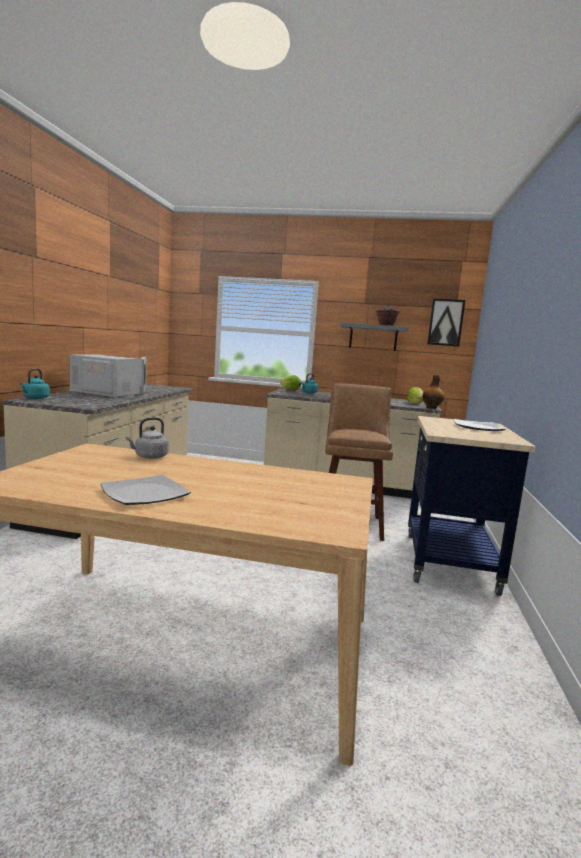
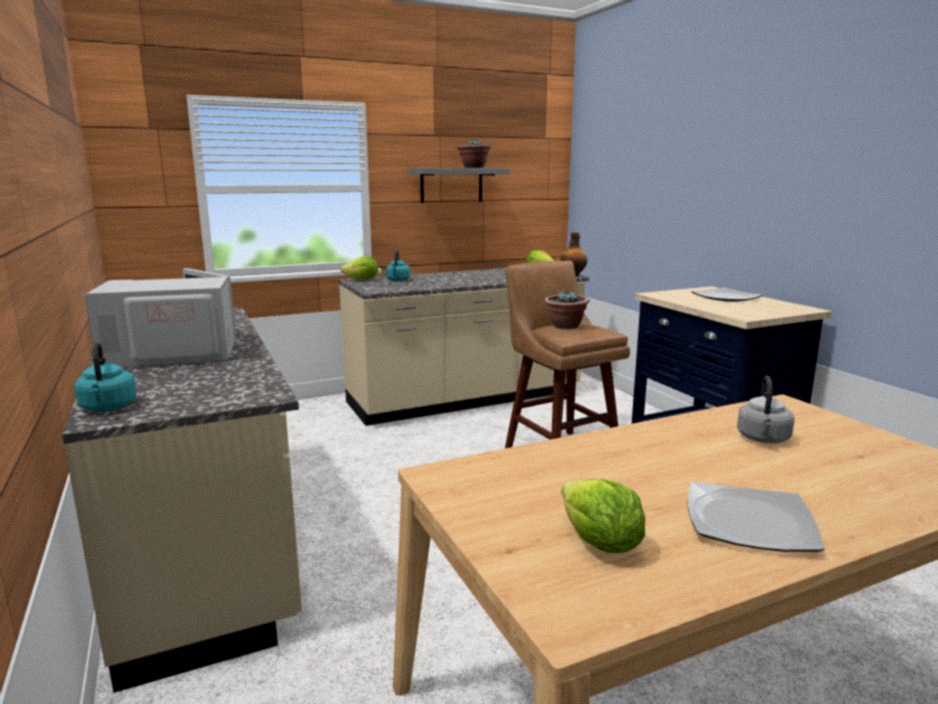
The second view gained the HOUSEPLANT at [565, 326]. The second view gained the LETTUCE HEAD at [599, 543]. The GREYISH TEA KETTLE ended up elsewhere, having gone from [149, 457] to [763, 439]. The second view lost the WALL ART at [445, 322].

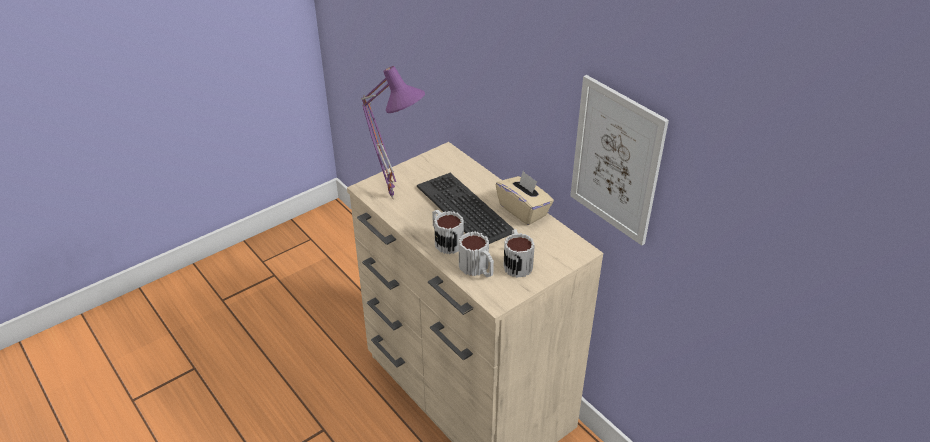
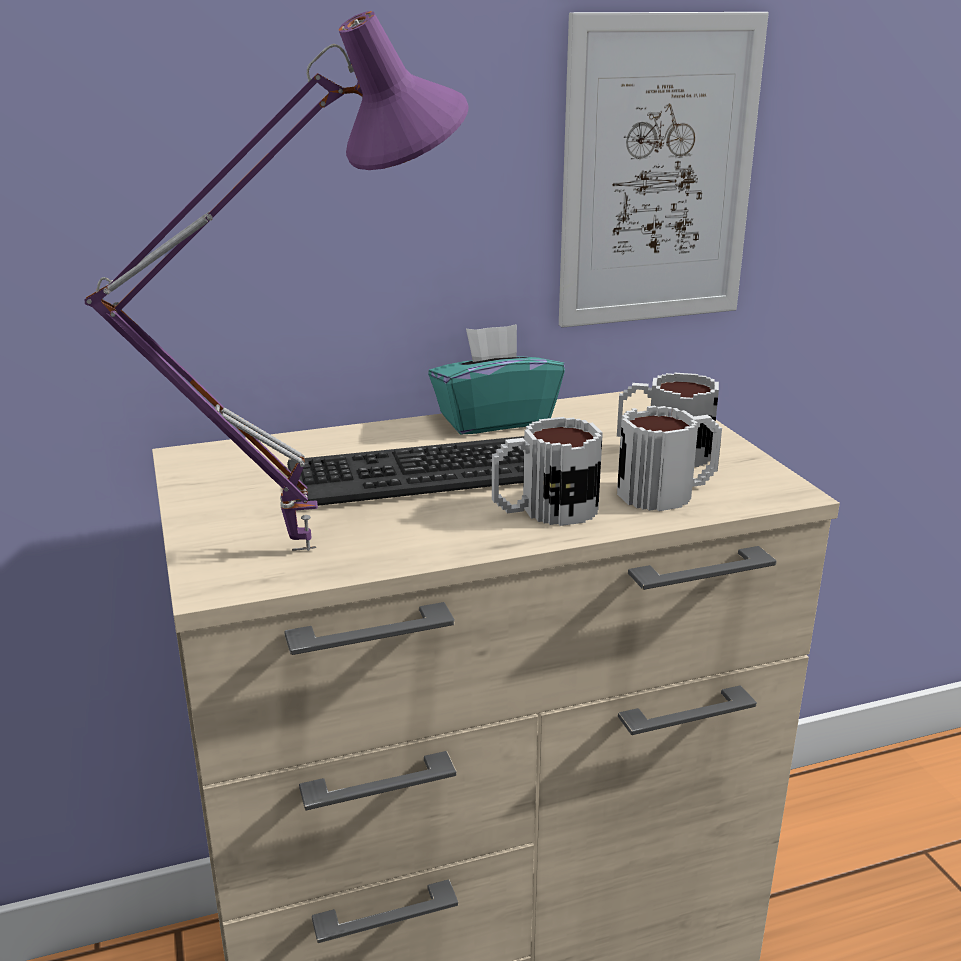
What was the BEIGE-COLOURED BOX OF TISSUES at [523, 210] turned into the BLUE-GREEN BOX OF TISSUES at [494, 420].

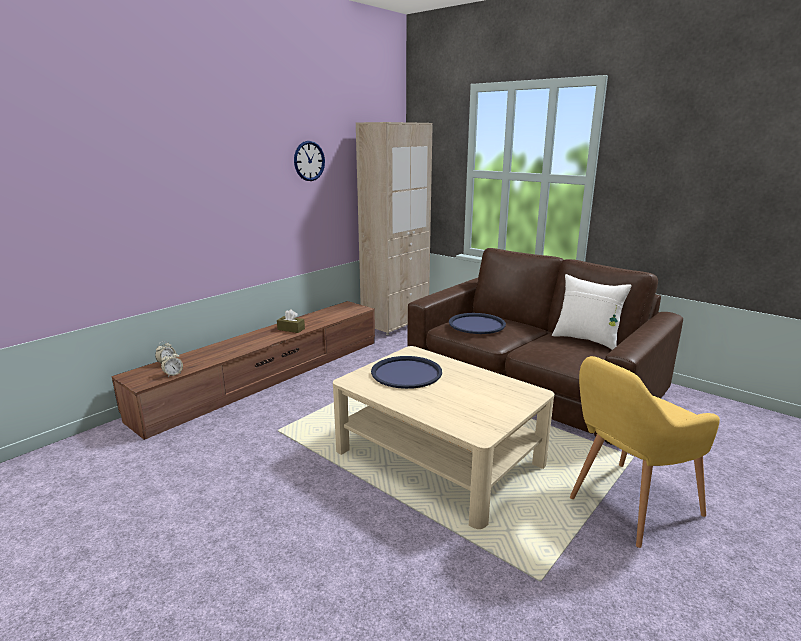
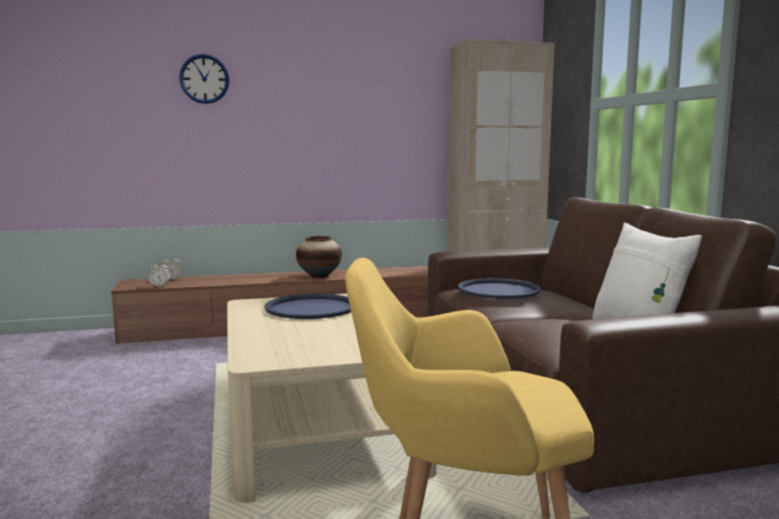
The CLOCK ON THE WALL ended up elsewhere, having gone from [309, 161] to [204, 79]. Where the BROWN-COLOURED BOX OF TISSUES stood at [291, 329], the VASE came to stand at [319, 276].

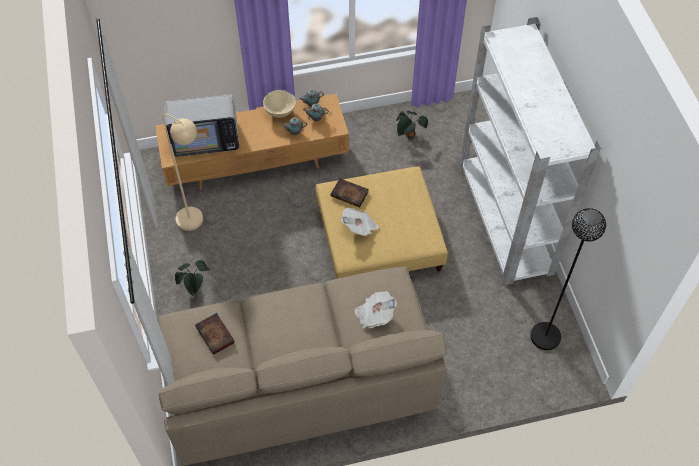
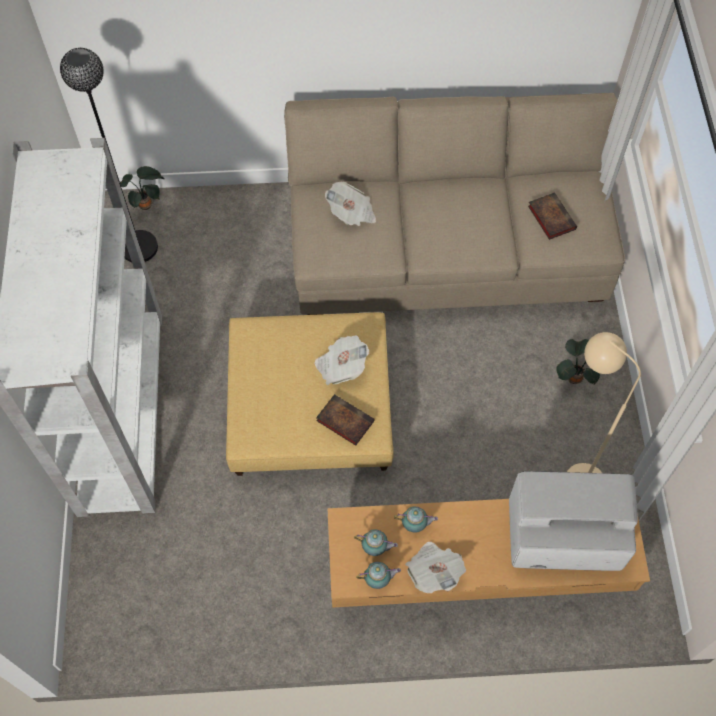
The HOUSEPLANT ended up elsewhere, having gone from [409, 136] to [146, 204]. Where the BEIGE-COLOURED BOWL stood at [280, 112], the NEWSPAPER came to stand at [434, 571].

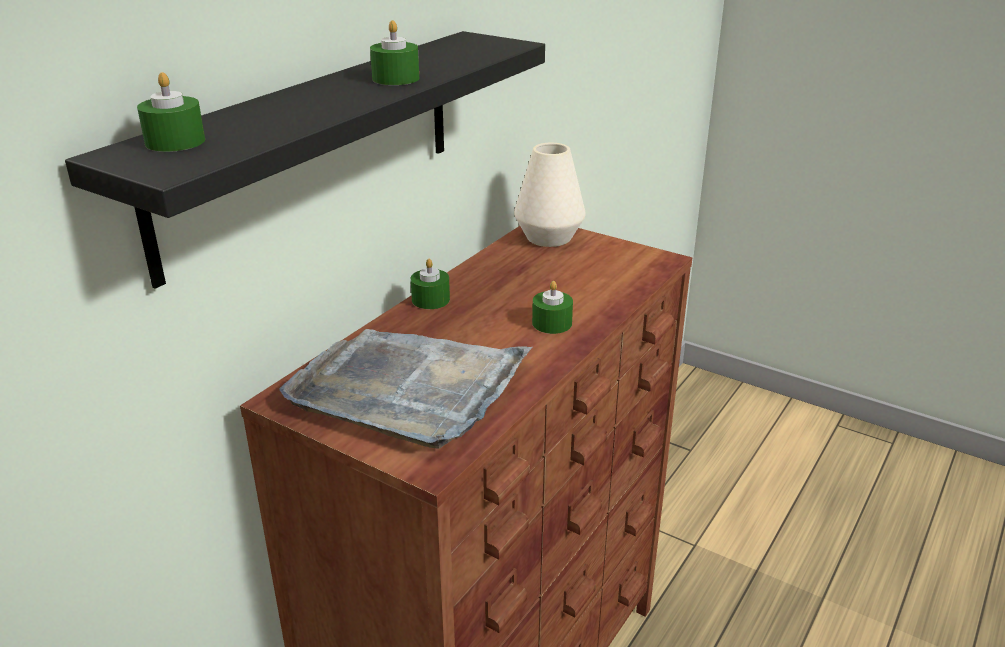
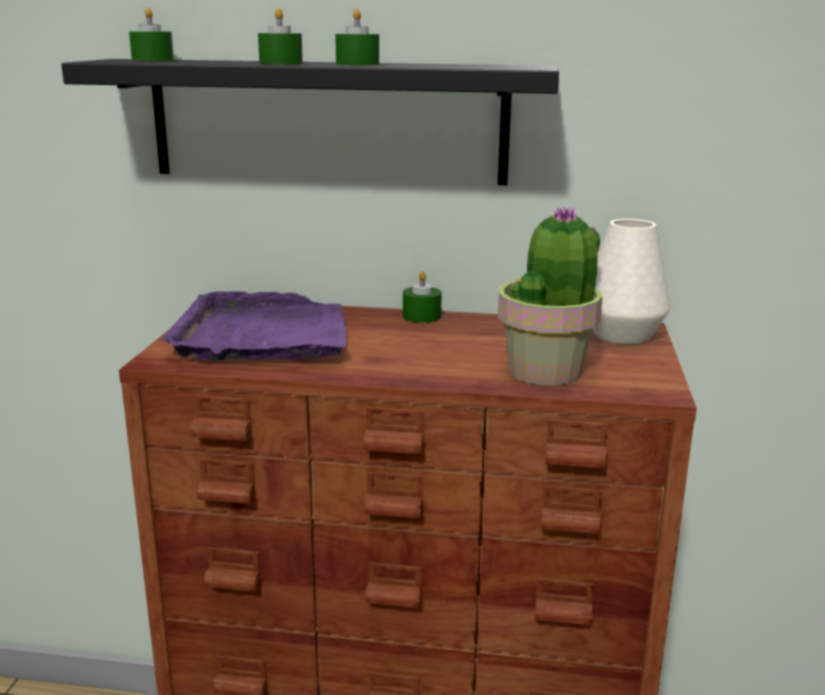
What was the GREYISH CARRYING TRAY at [409, 389] turned into the PURPLISH CARRYING TRAY at [264, 335]. The GREENISH WAX CANDLE ended up elsewhere, having gone from [552, 323] to [281, 63]. The second view gained the HOUSEPLANT at [546, 371].

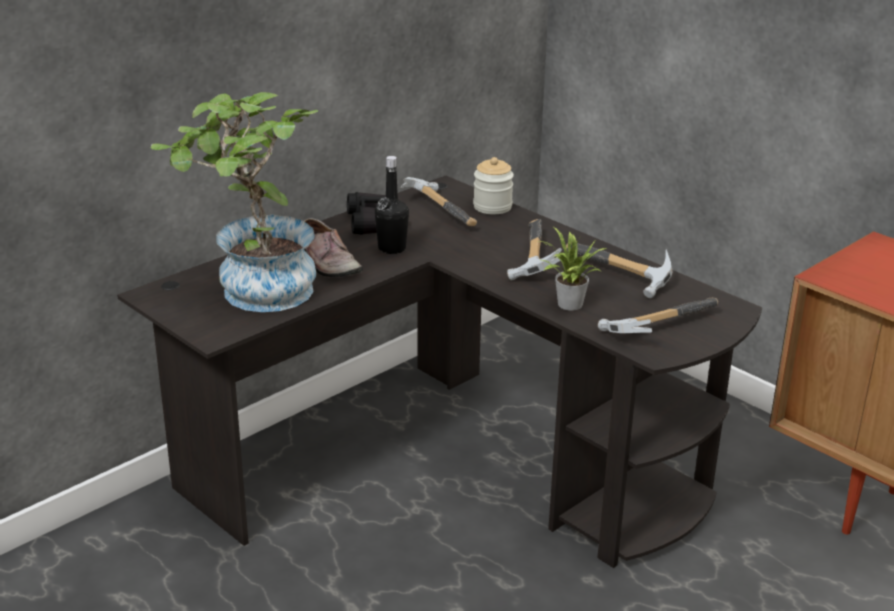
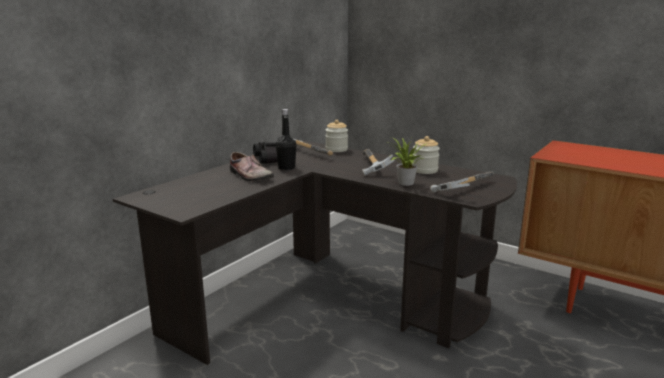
Where the TOOL HAMMER stood at [617, 276], the STORAGE JAR came to stand at [424, 170]. The second view lost the HOUSEPLANT at [254, 294].

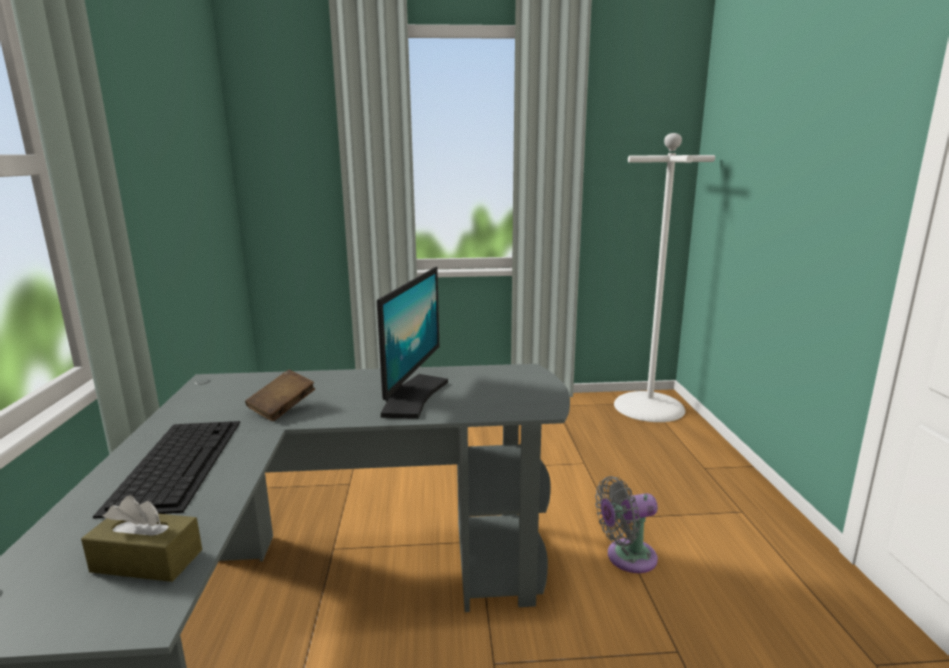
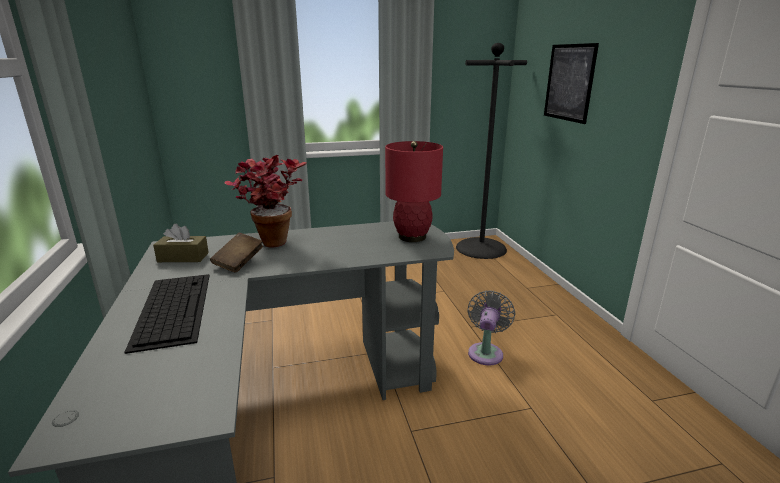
The BROWN-COLOURED BOX OF TISSUES ended up elsewhere, having gone from [147, 561] to [183, 257]. The second view gained the HOUSEPLANT at [271, 240]. The second view gained the RED-COLOURED LAMP FOR A TABLE at [412, 237]. What was the WHITISH GARMENT RACK at [649, 407] turned into the BLACK-COLOURED GARMENT RACK at [481, 248]. The GREYISH ELECTRIC FAN at [626, 557] ended up facing another way, 135 degrees clockwise from before. The second view gained the WALL ART at [569, 82]. The second view lost the COMPUTER SCREEN at [412, 397].

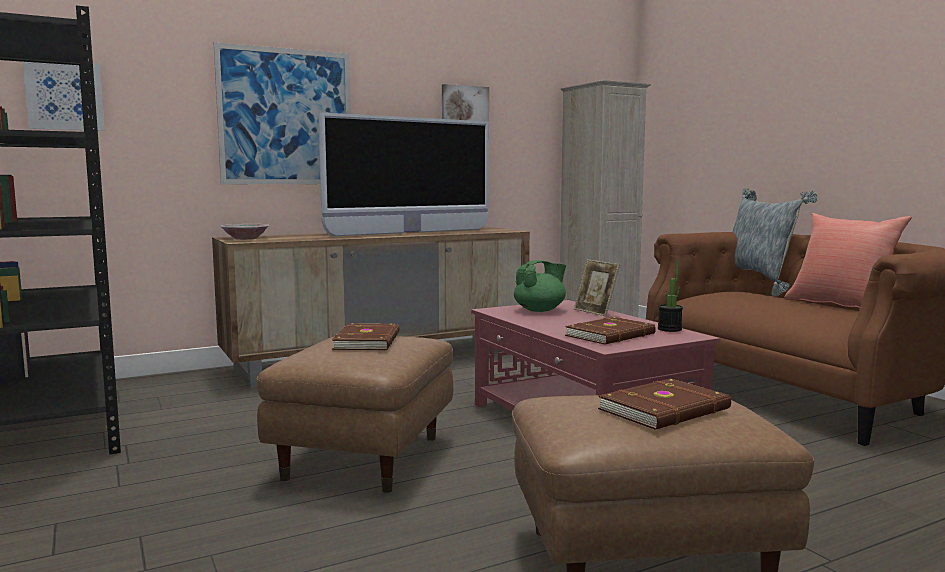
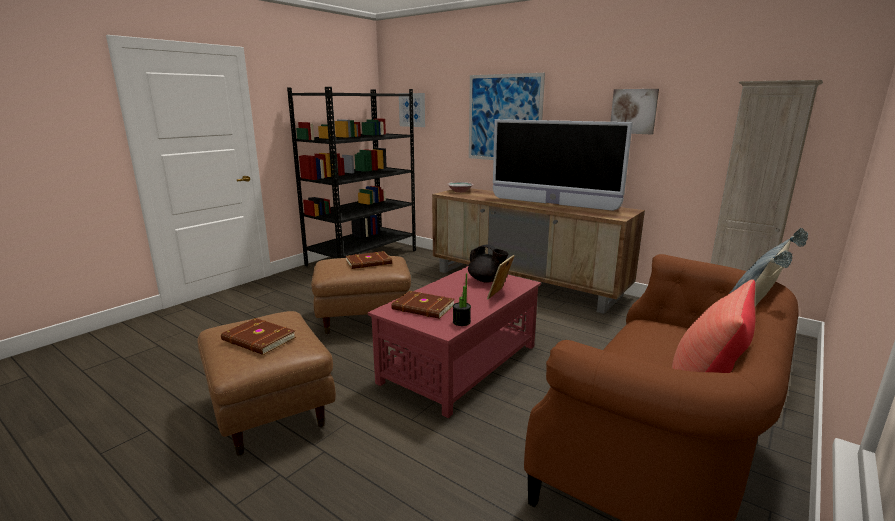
What was the GREENISH TEA POT at [540, 310] turned into the BLACK-COLOURED TEA POT at [486, 280].

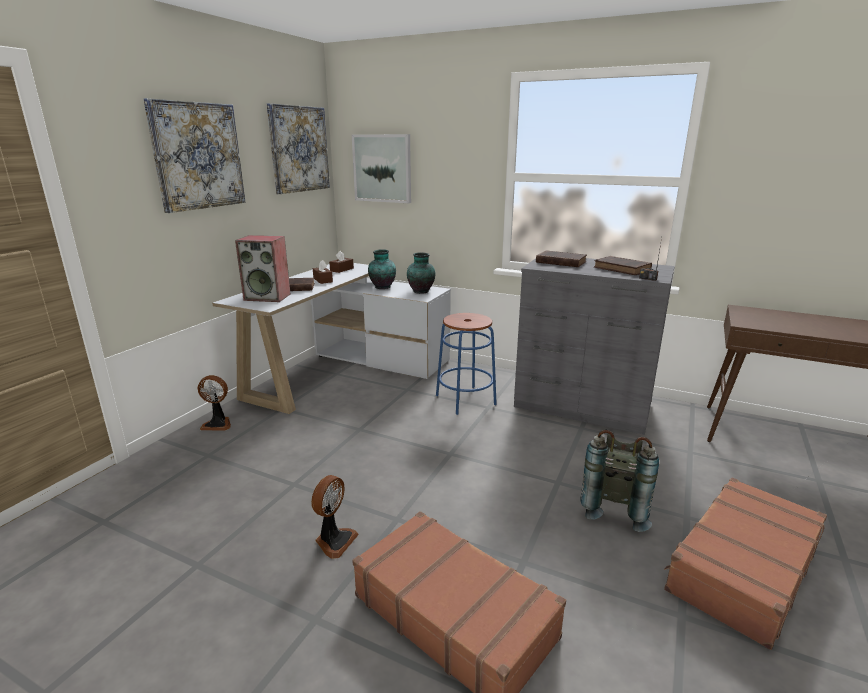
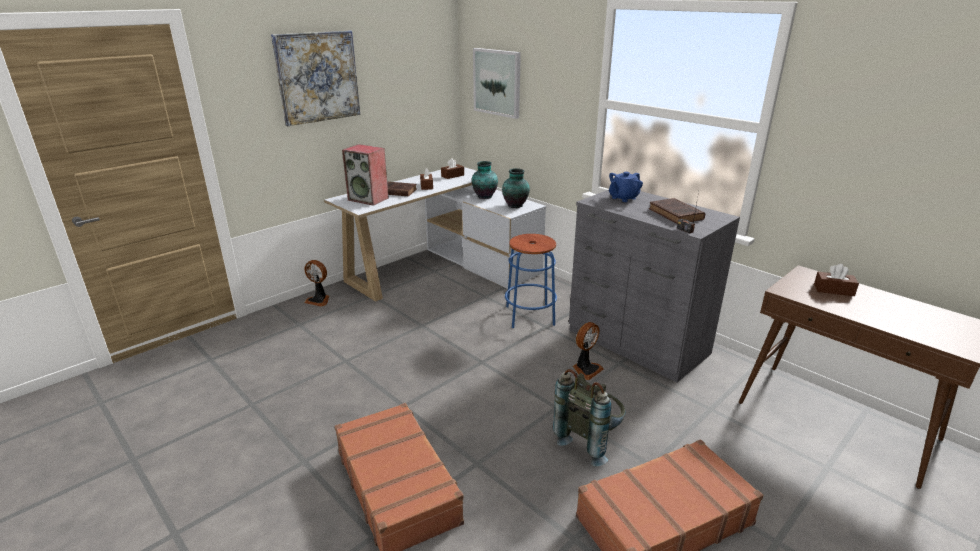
The ELECTRIC FAN ended up elsewhere, having gone from [334, 541] to [586, 369]. Where the BROWN-COLOURED BOOK stood at [559, 262], the BLUE TEA POT came to stand at [623, 198]. The second view gained the BROWN-COLOURED BOX OF TISSUES at [833, 290]. The second view lost the WALL ART at [299, 149].

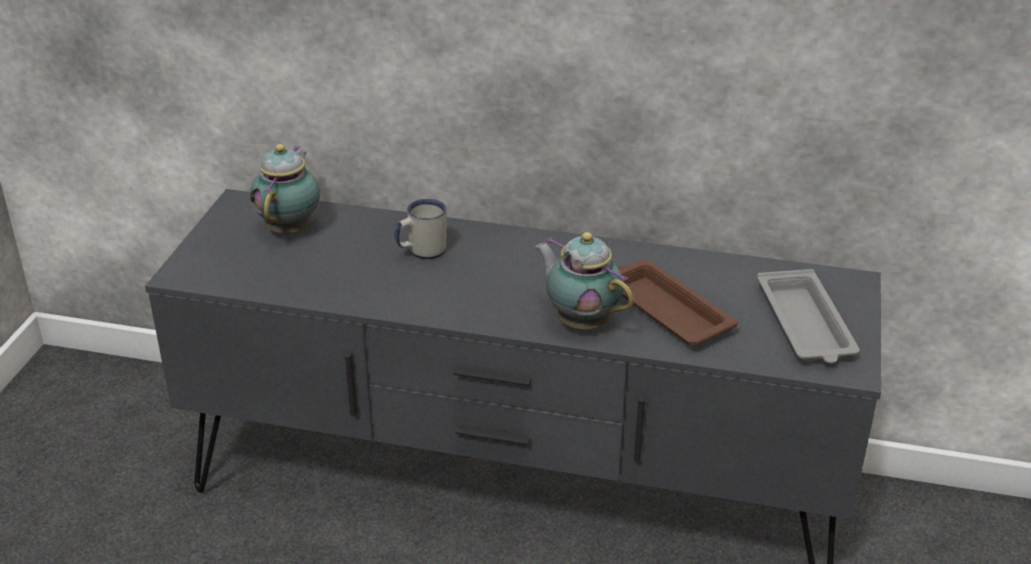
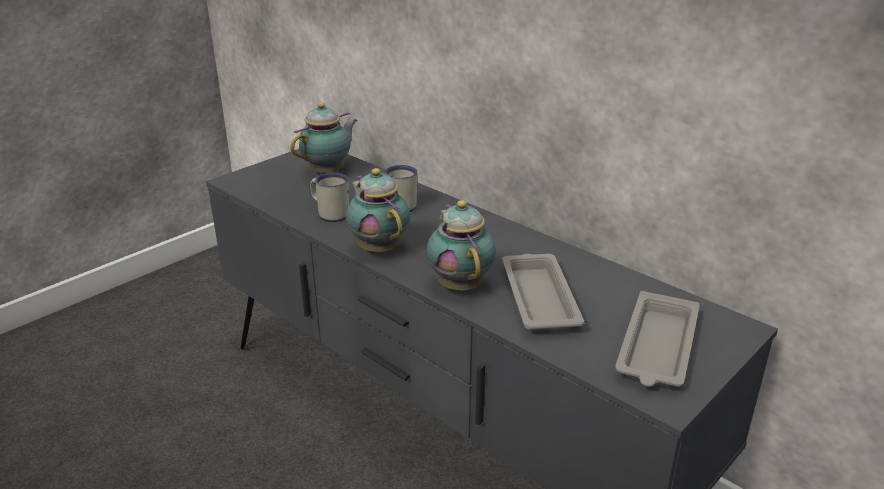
The second view gained the WHITISH COFFEE MUG at [330, 213]. The second view gained the TEA POT at [378, 248]. What was the BROWN-COLOURED CARRYING TRAY at [665, 309] turned into the GREYISH CARRYING TRAY at [539, 297].

